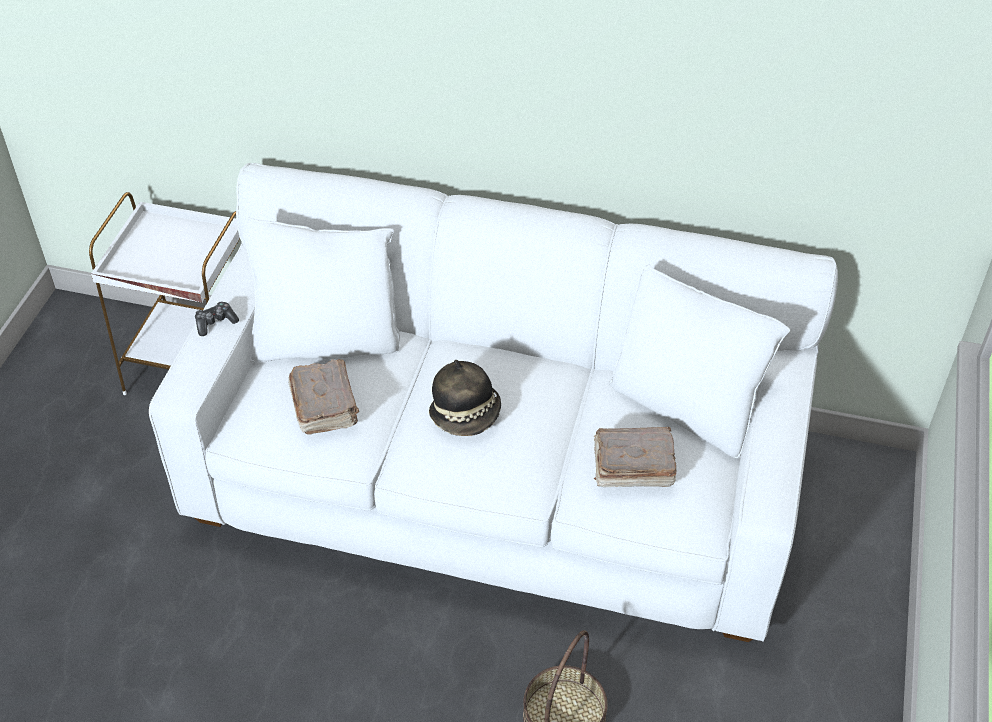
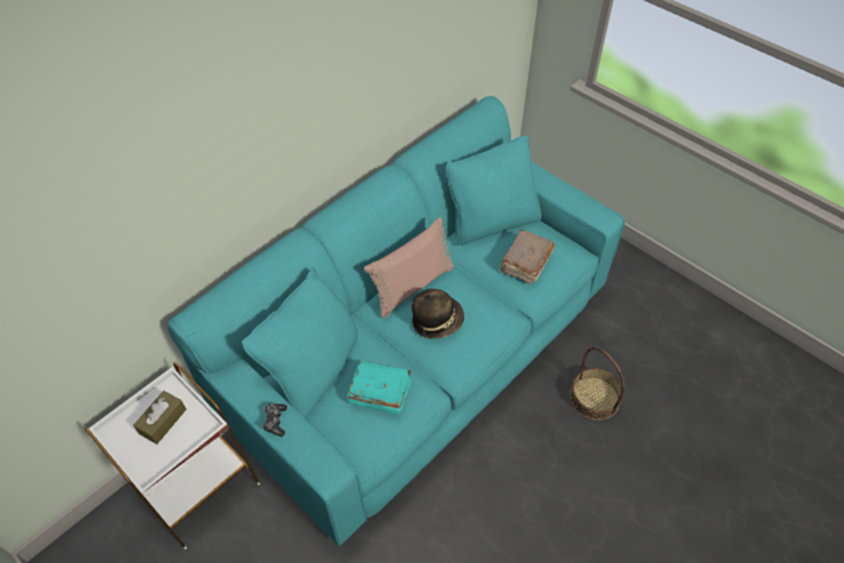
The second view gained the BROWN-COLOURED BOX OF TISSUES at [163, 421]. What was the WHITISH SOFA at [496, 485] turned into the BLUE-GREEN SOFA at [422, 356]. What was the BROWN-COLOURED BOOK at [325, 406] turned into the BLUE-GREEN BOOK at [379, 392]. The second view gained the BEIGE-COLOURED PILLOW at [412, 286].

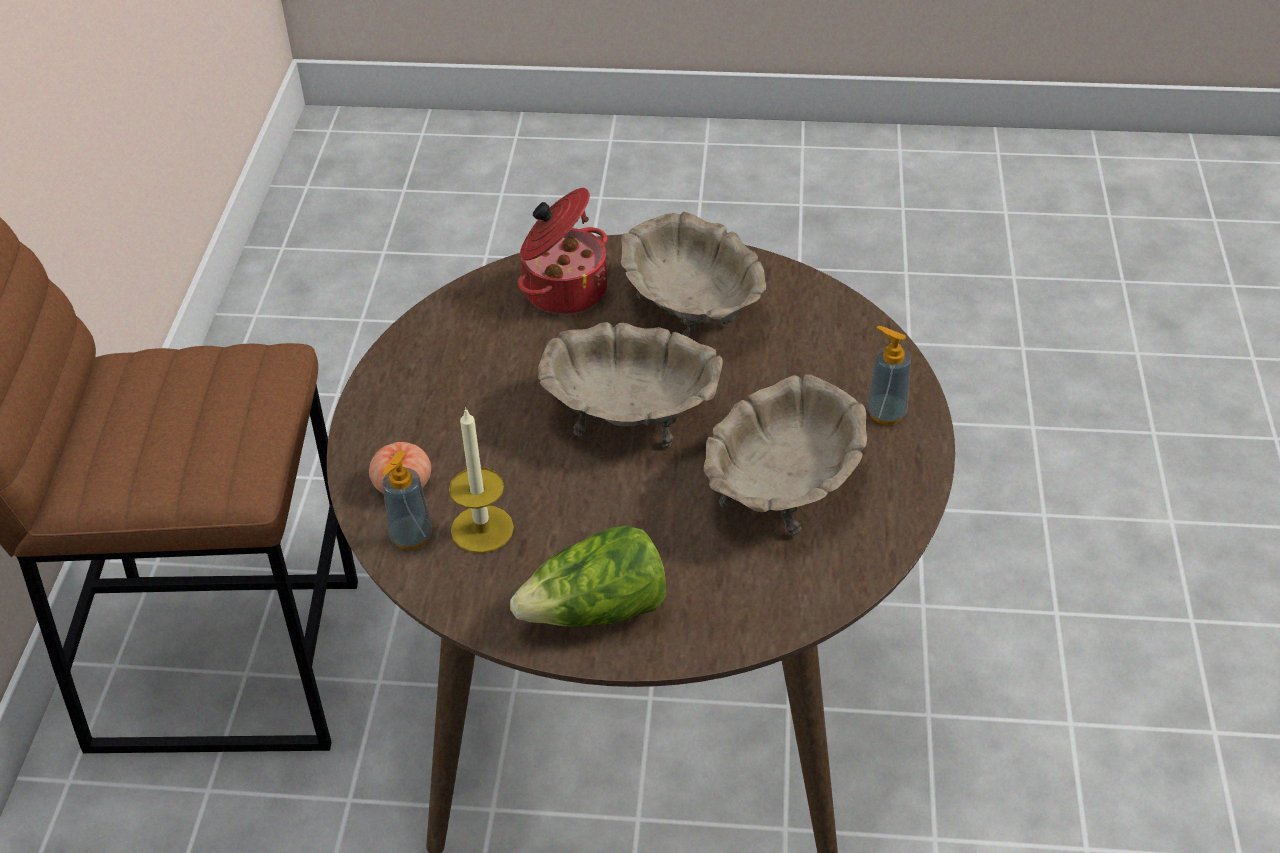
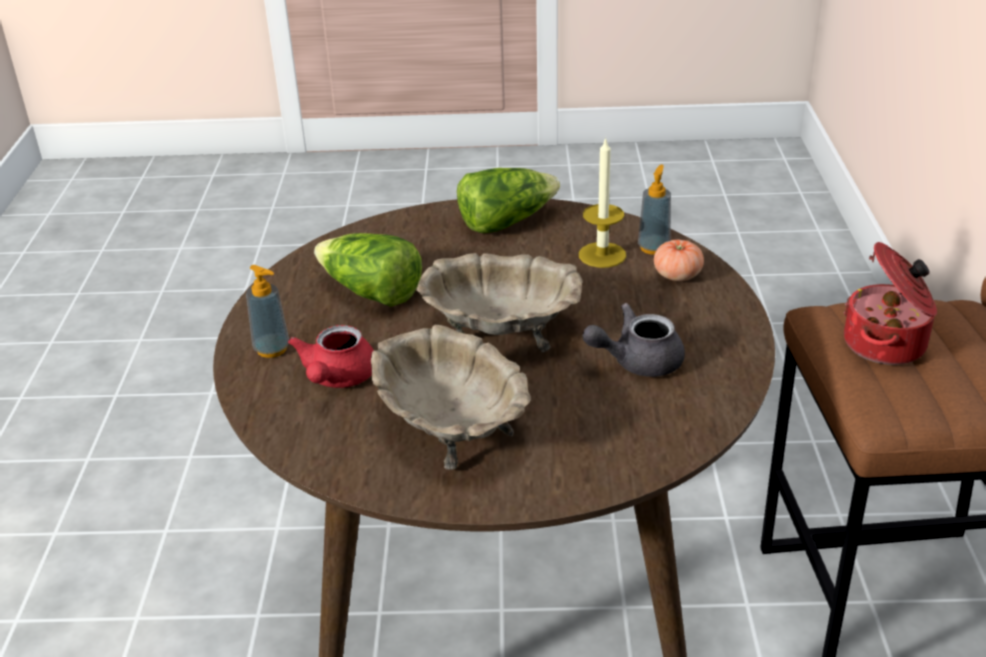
The second view gained the RED-COLOURED TEA POT at [337, 378]. Where the BEIGE-COLOURED BOWL stood at [782, 488], the LETTUCE HEAD came to stand at [371, 293]. The second view gained the GREYISH TEA POT at [637, 361]. The STOCKPOT ended up elsewhere, having gone from [563, 289] to [887, 344].

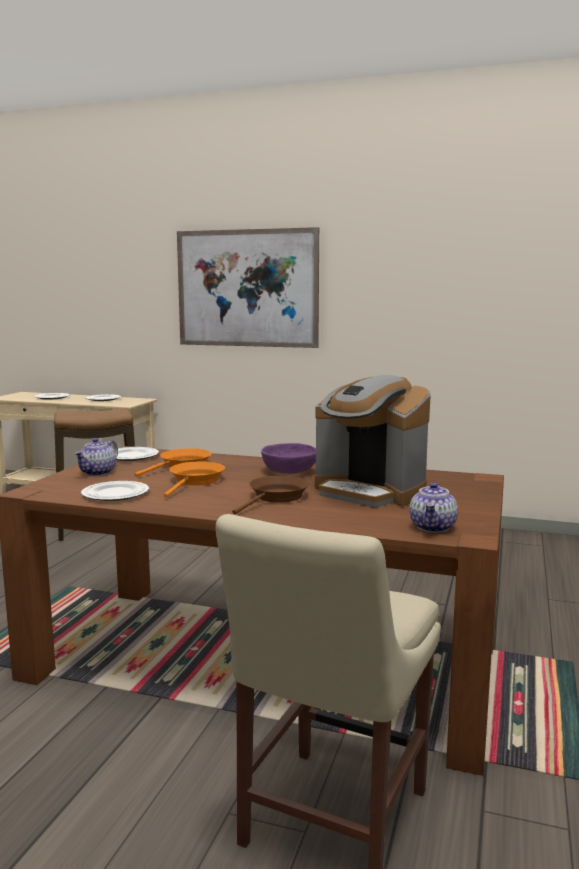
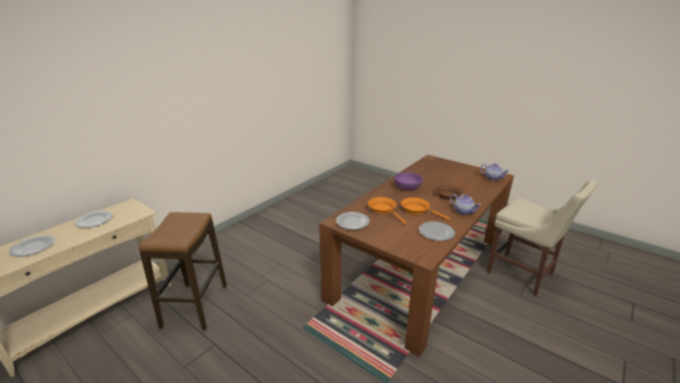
The TEA POT ended up elsewhere, having gone from [98, 473] to [463, 211]. The second view lost the WALL ART at [247, 288]. The second view lost the COFFEE BREWER at [369, 492].

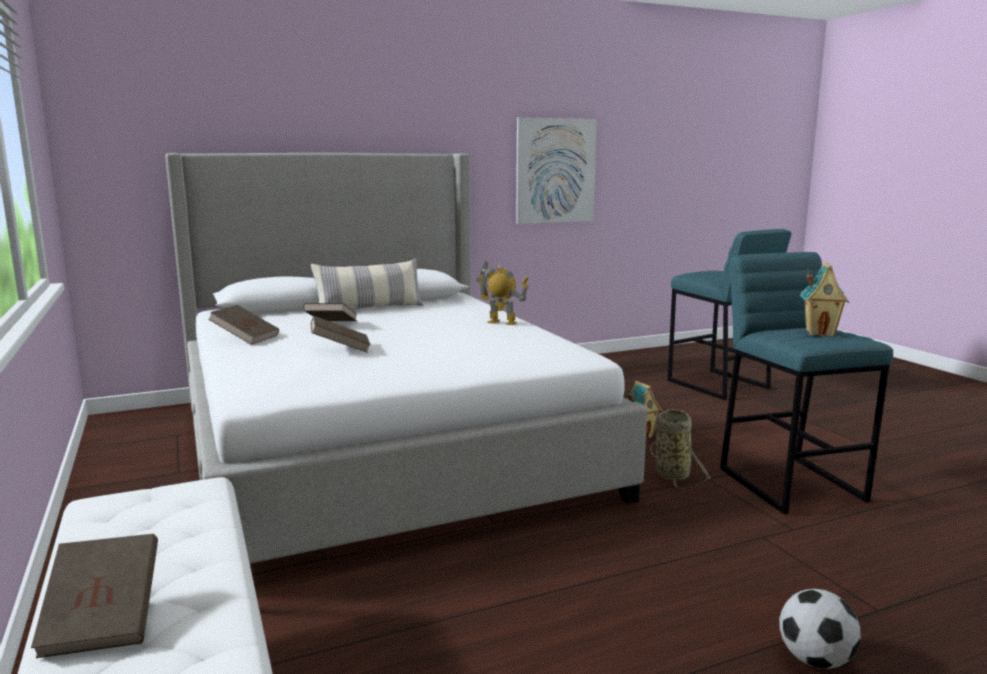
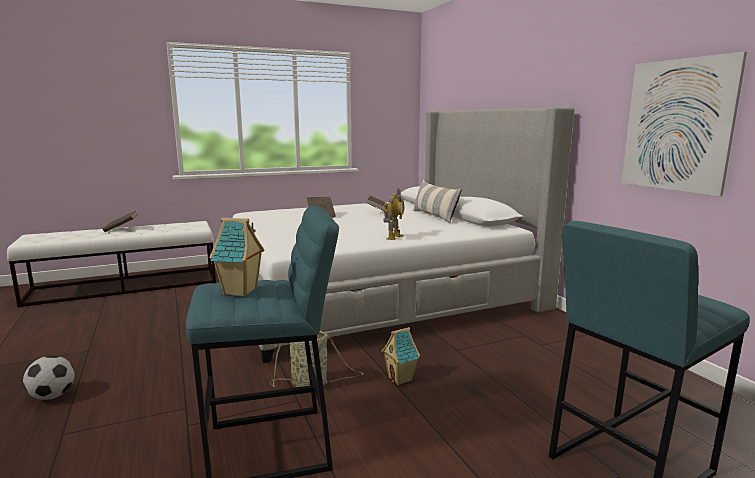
The second view lost the BROWN-COLOURED BOOK at [245, 338].

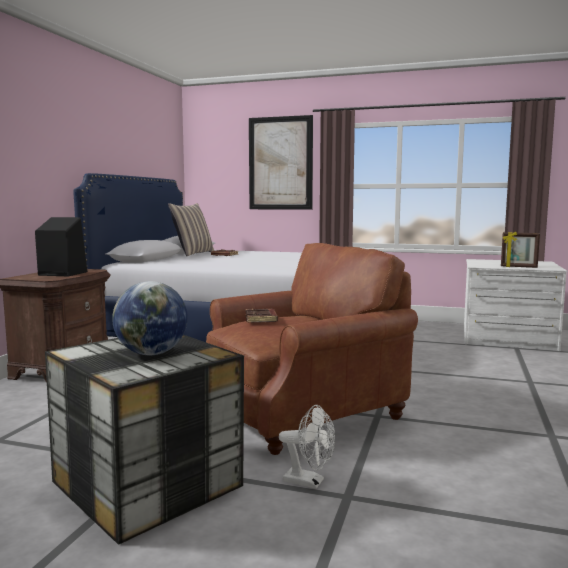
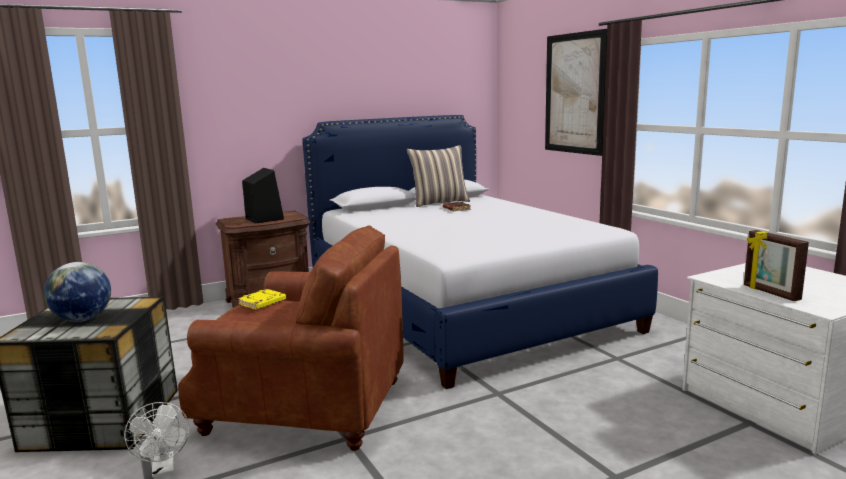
What was the BROWN-COLOURED BOOK at [262, 319] turned into the YELLOWISH BOOK at [262, 303].

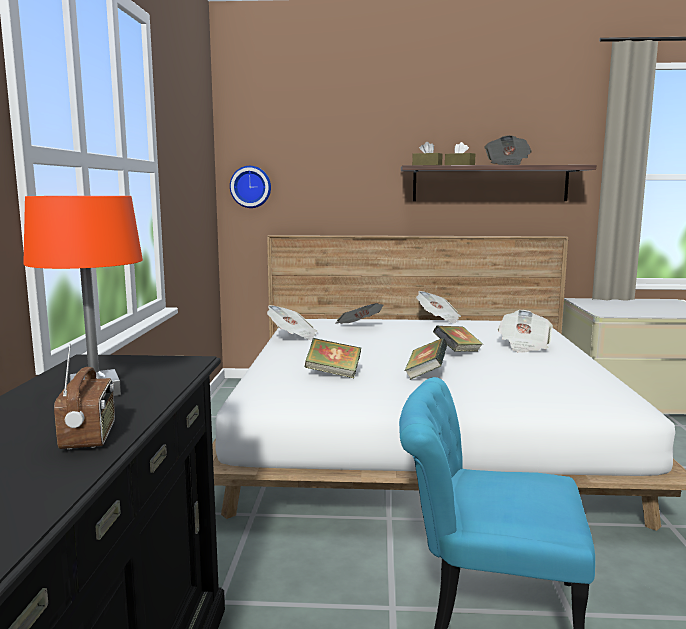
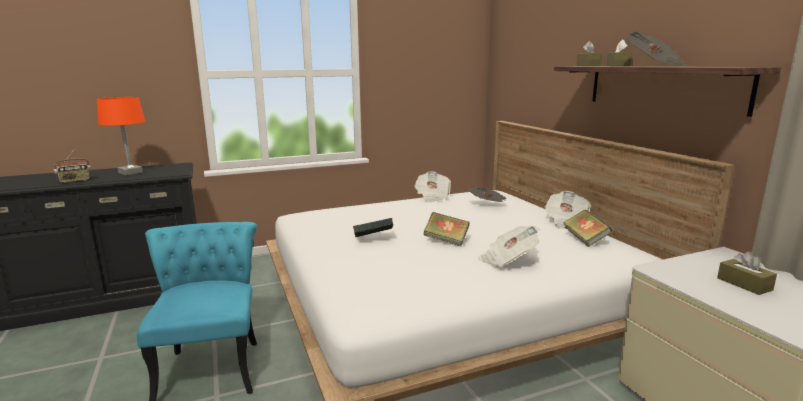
The BOOK ended up elsewhere, having gone from [333, 374] to [585, 239]. The second view gained the BROWN-COLOURED BOX OF TISSUES at [744, 284]. The second view lost the CLOCK ON THE WALL at [251, 187].

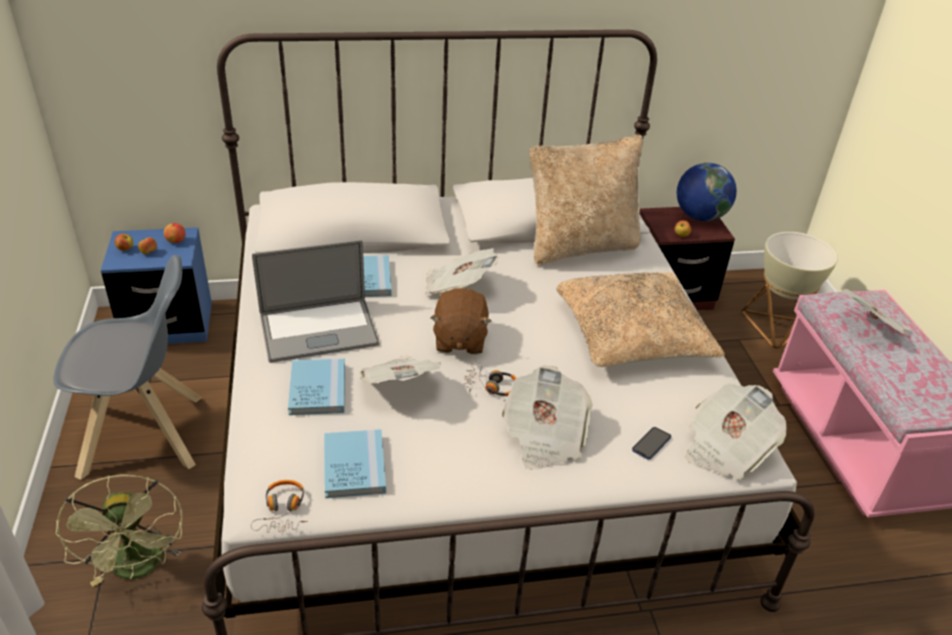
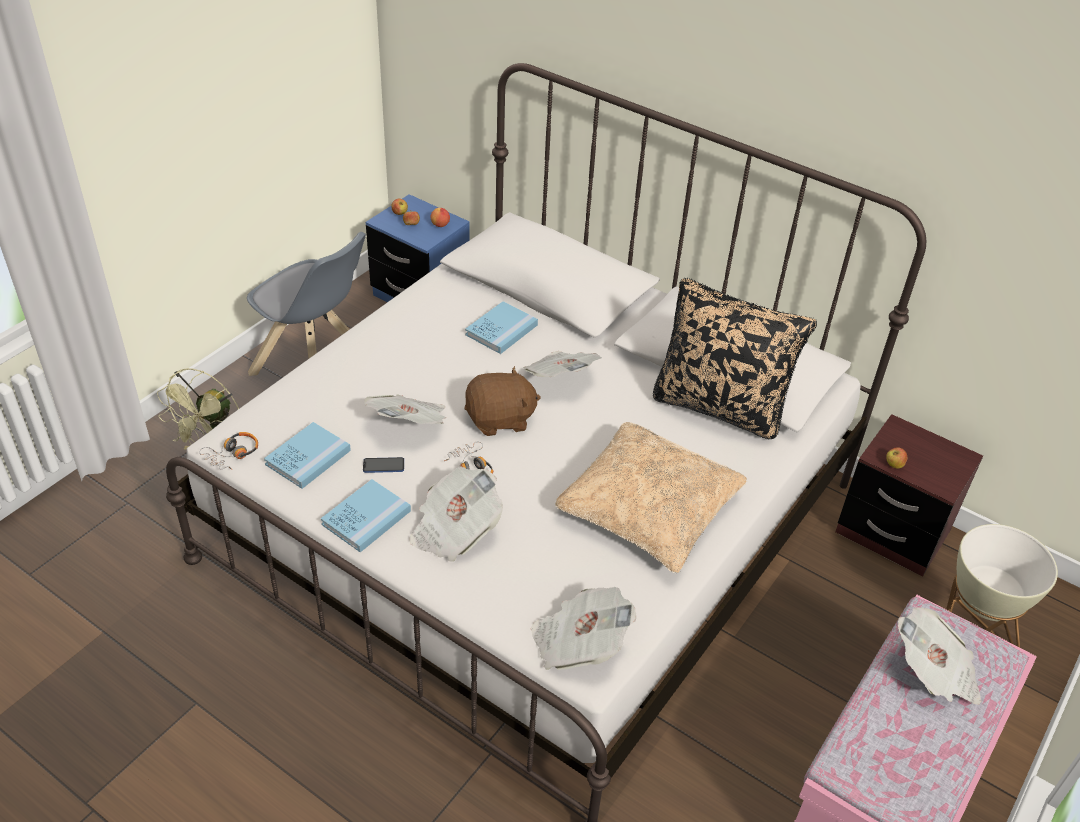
The BLUE BOOK ended up elsewhere, having gone from [317, 389] to [366, 518]. The PHONE ended up elsewhere, having gone from [651, 444] to [383, 466]. The BROWN-COLOURED PLUSH TOY at [459, 340] ended up facing another way, 150 degrees counterclockwise from before. What was the BEIGE-COLOURED PILLOW at [582, 249] turned into the BLACK-COLOURED PILLOW at [719, 410]. The second view lost the PORTABLE COMPUTER at [319, 330]. The second view lost the GLOBE at [700, 216].

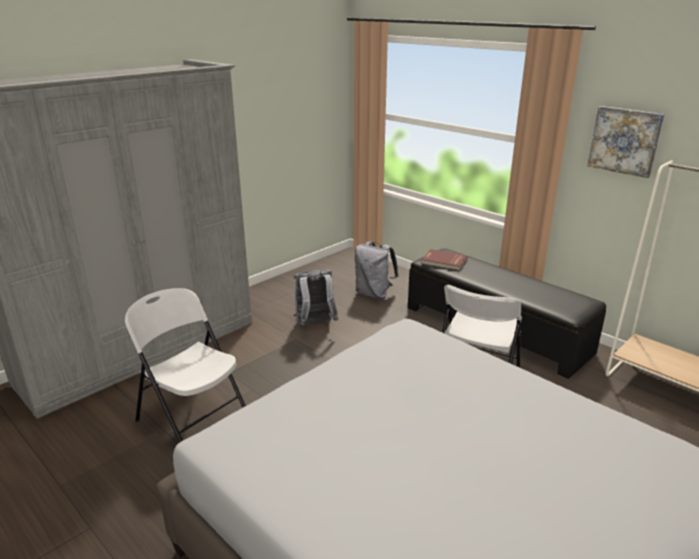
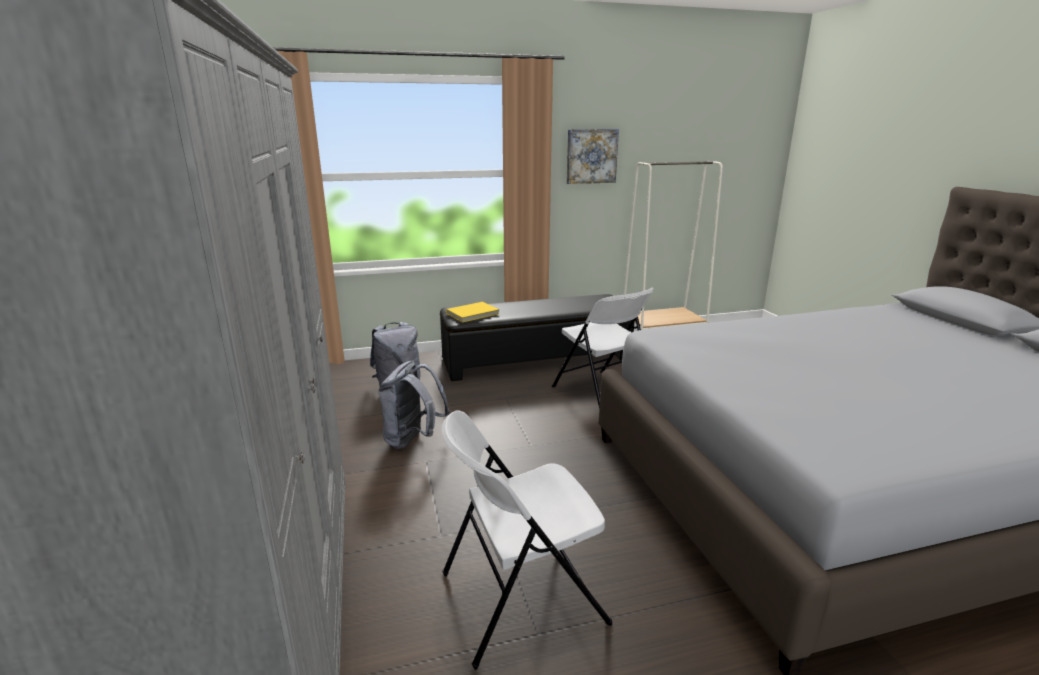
What was the RED-COLOURED BOOK at [444, 261] turned into the YELLOWISH BOOK at [473, 314].

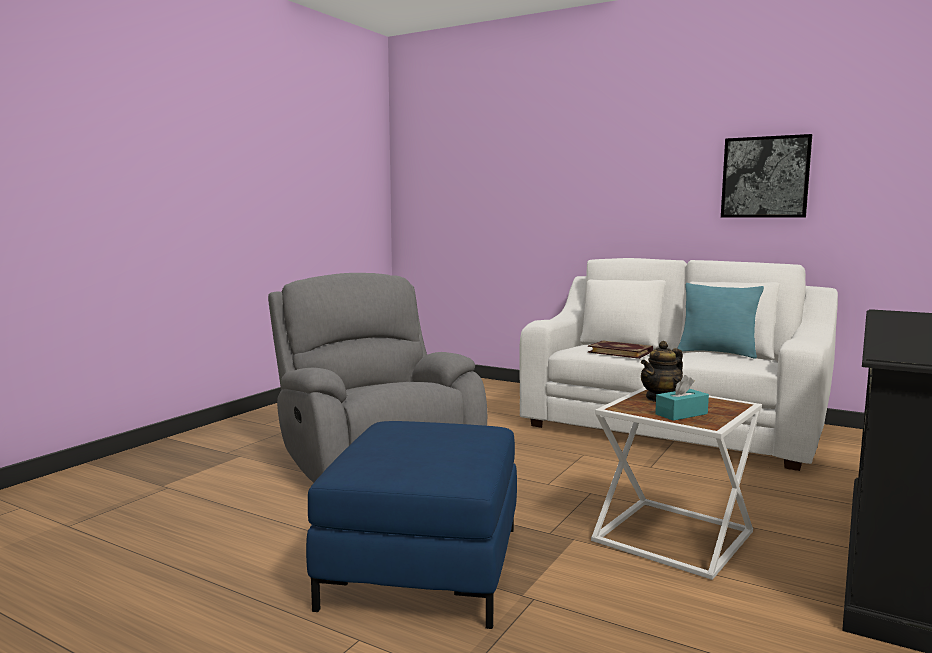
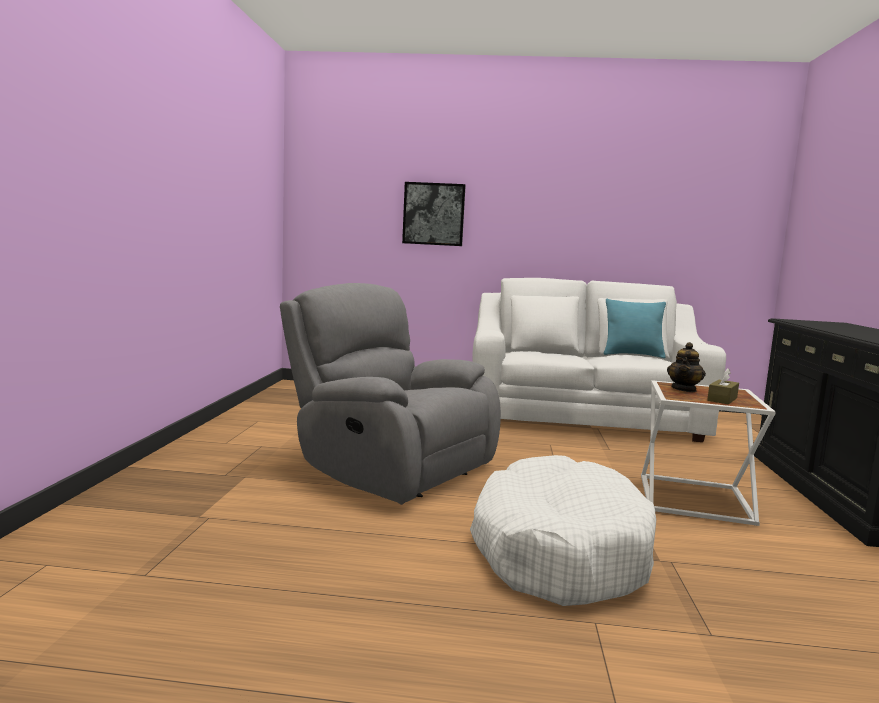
The WALL ART ended up elsewhere, having gone from [765, 177] to [433, 214]. Where the BLUE FOOTREST stood at [425, 565], the WHITISH DOG CUSHION came to stand at [558, 551]. What was the BLUE-GREEN BOX OF TISSUES at [681, 414] turned into the BROWN-COLOURED BOX OF TISSUES at [722, 399]. The second view lost the BOOK at [620, 352].

